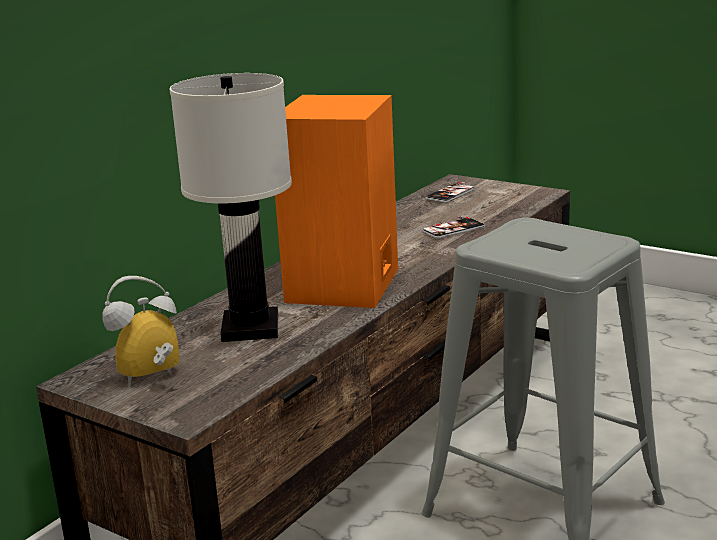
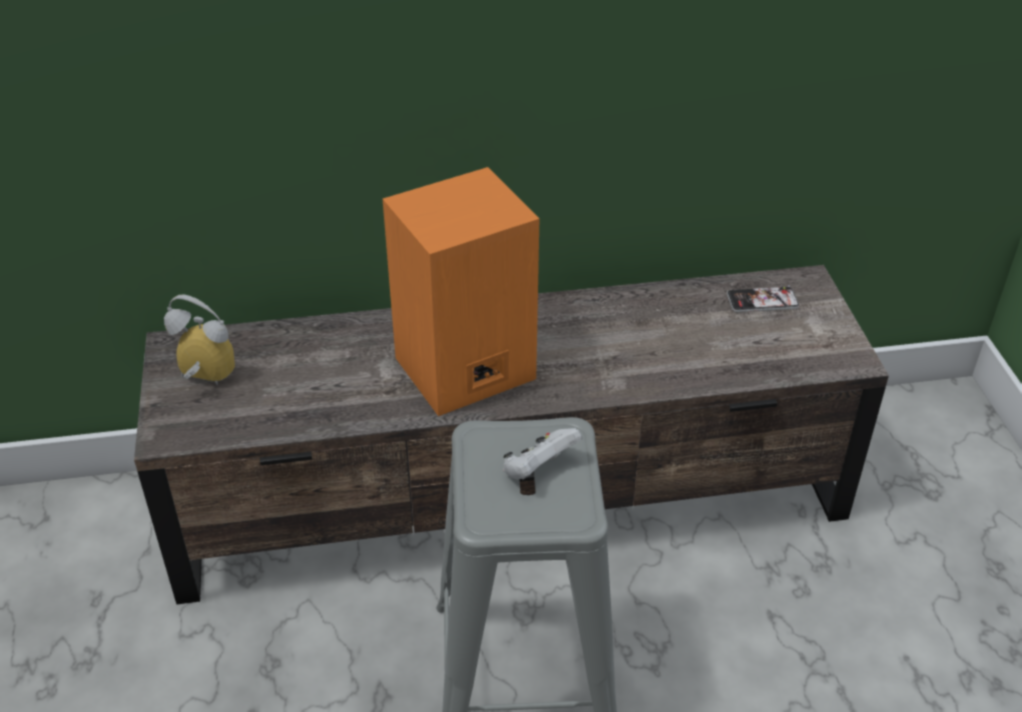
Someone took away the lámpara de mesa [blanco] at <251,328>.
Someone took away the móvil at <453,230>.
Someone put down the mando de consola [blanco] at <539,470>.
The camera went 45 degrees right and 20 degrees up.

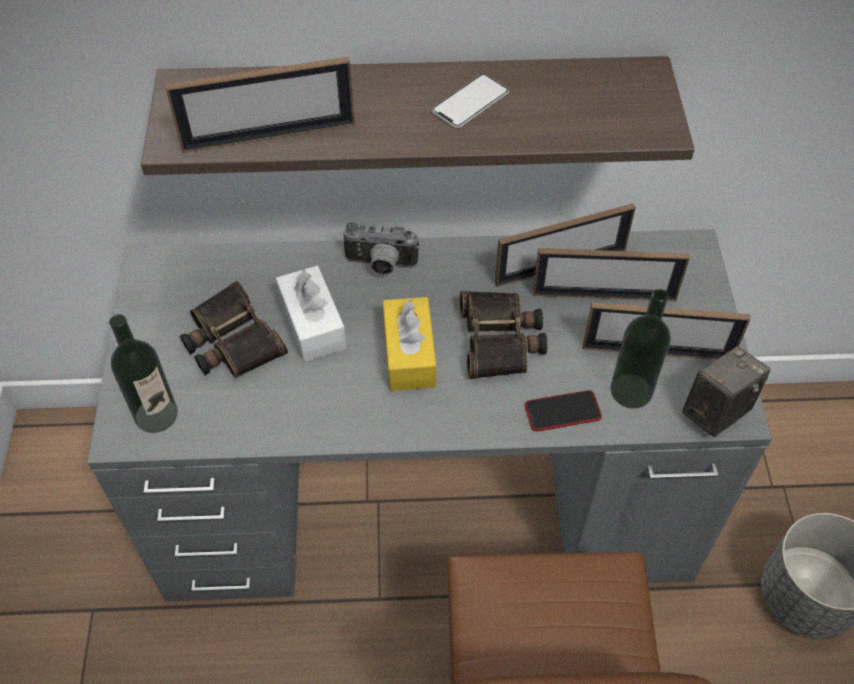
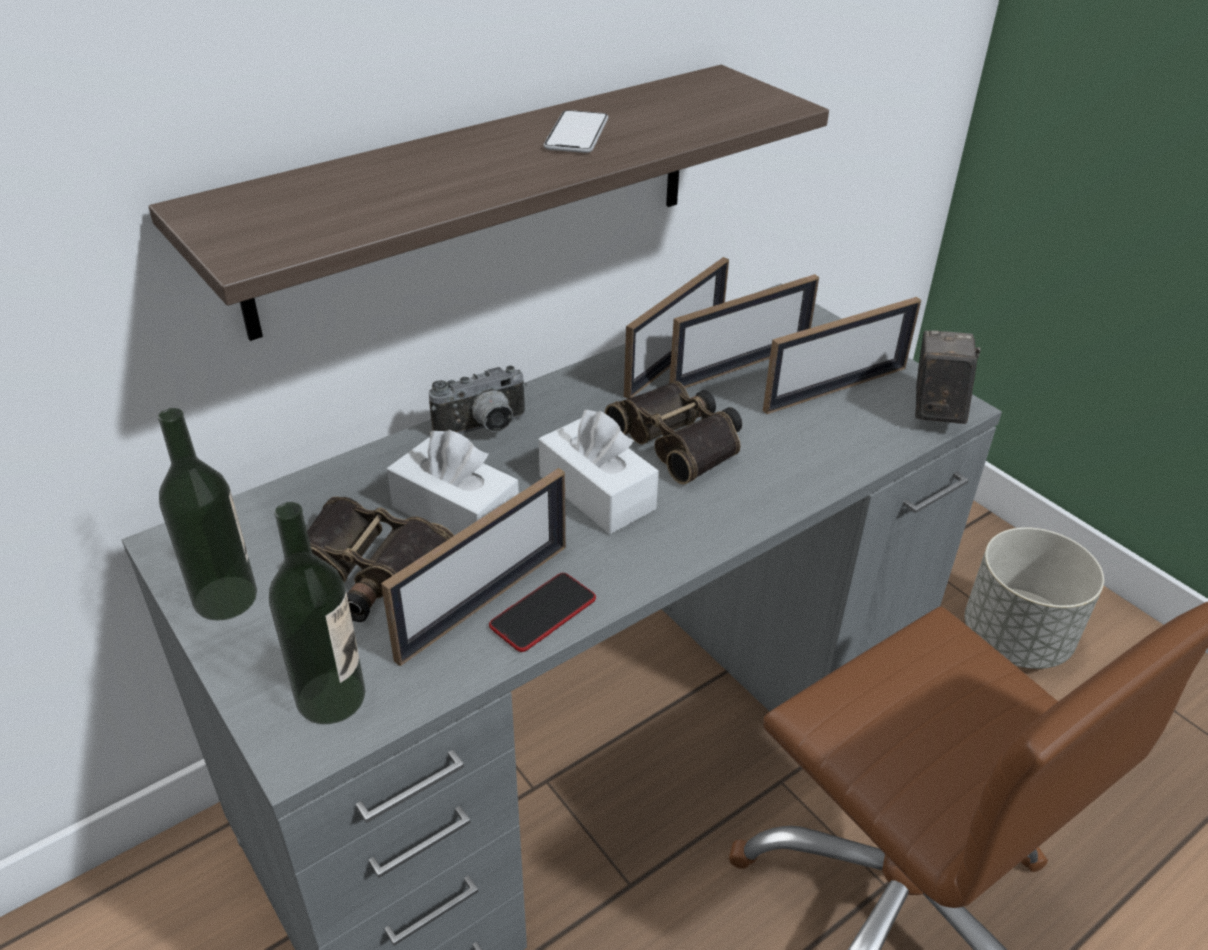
Someone carried the portarretratos from <269,136> to <484,601>.
Someone carried the botella from <631,391> to <225,598>.
Someone repainted the caja de pañuelos [amarillo] at <409,354>, which became the caja de pañuelos [blanco] at <597,492>.
Someone carried the móvil from <562,411> to <543,613>.
The camera went 35 degrees left and 15 degrees down.

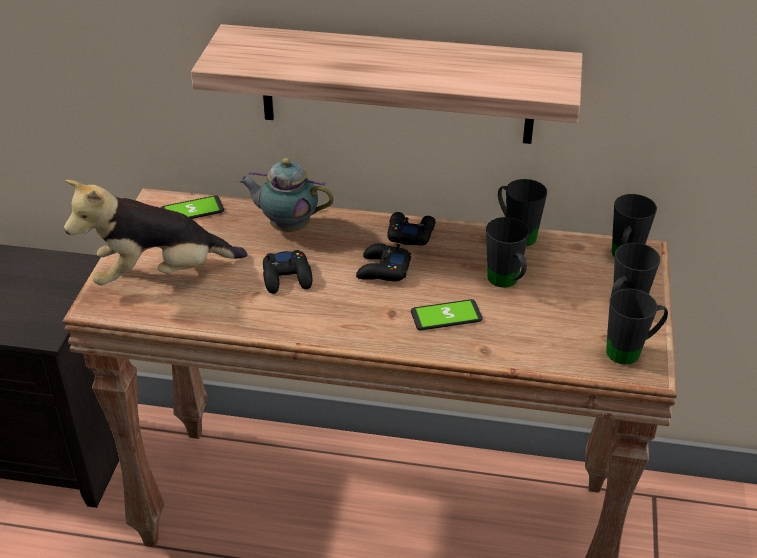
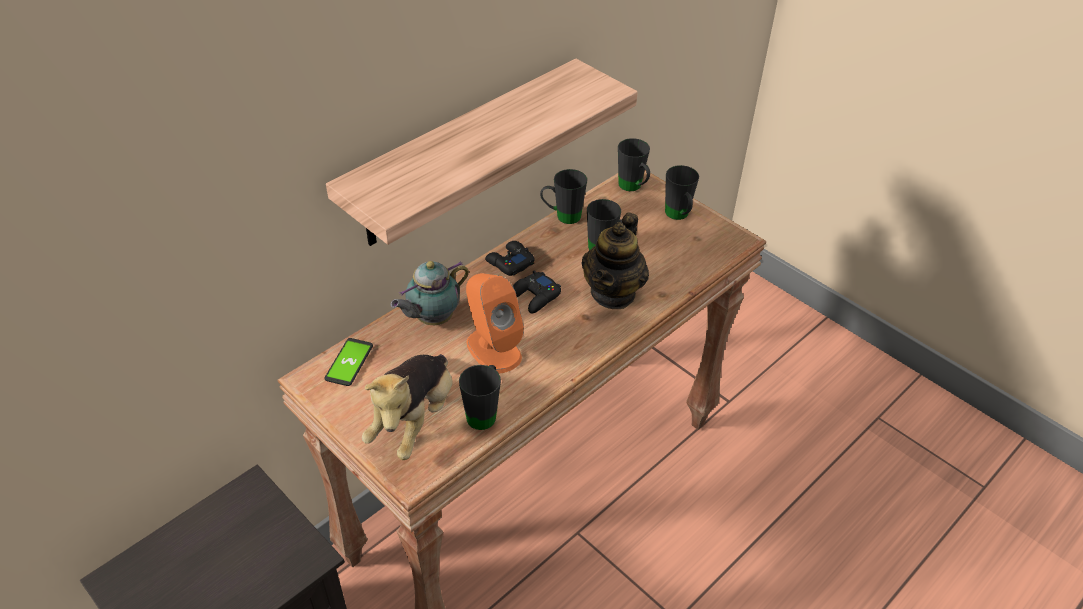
Someone swapped the mando de consola [negro] at <287,277> for the altavoz [naranja] at <493,349>.
Someone carried the taza grande [negro] from <631,351> to <484,412>.
Someone swapped the móvil at <446,316> for the tetera at <613,293>.
The camera went 55 degrees left and 5 degrees up.

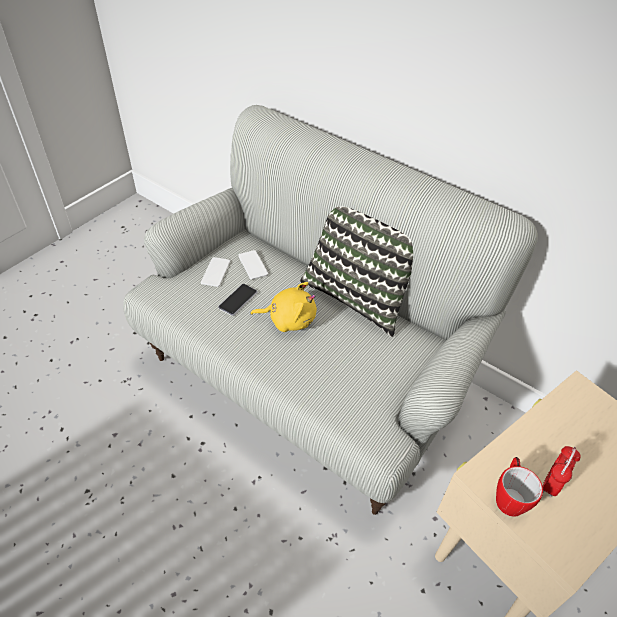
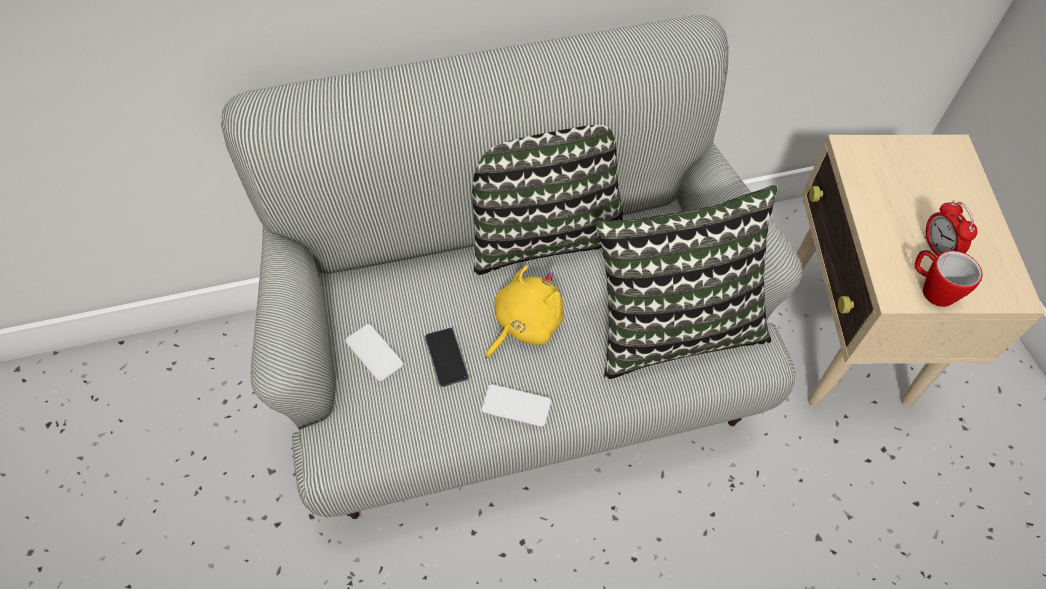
Someone carried the móvil from <253,265> to <516,406>.
Someone put down the cojín at <673,325>.
The camera went 50 degrees left and 10 degrees up.

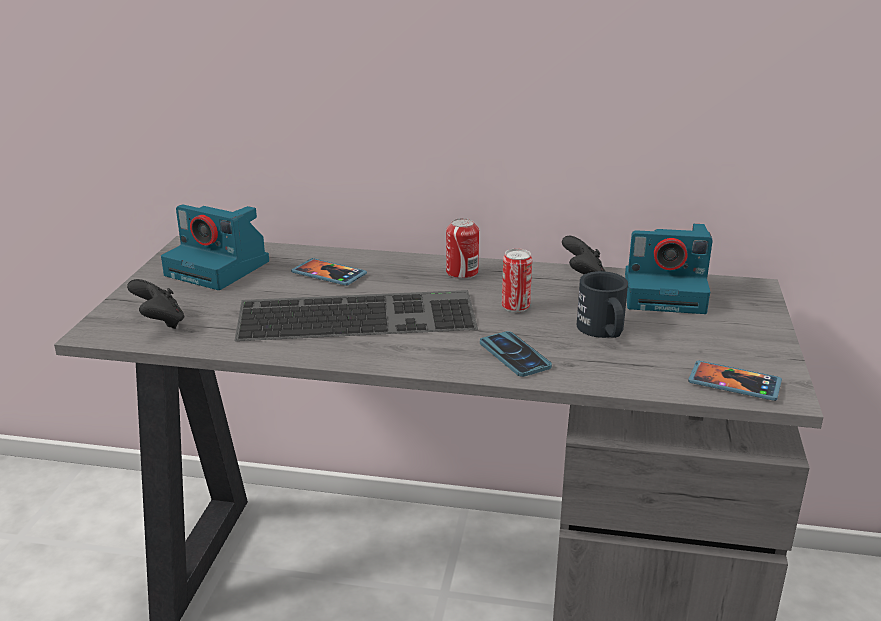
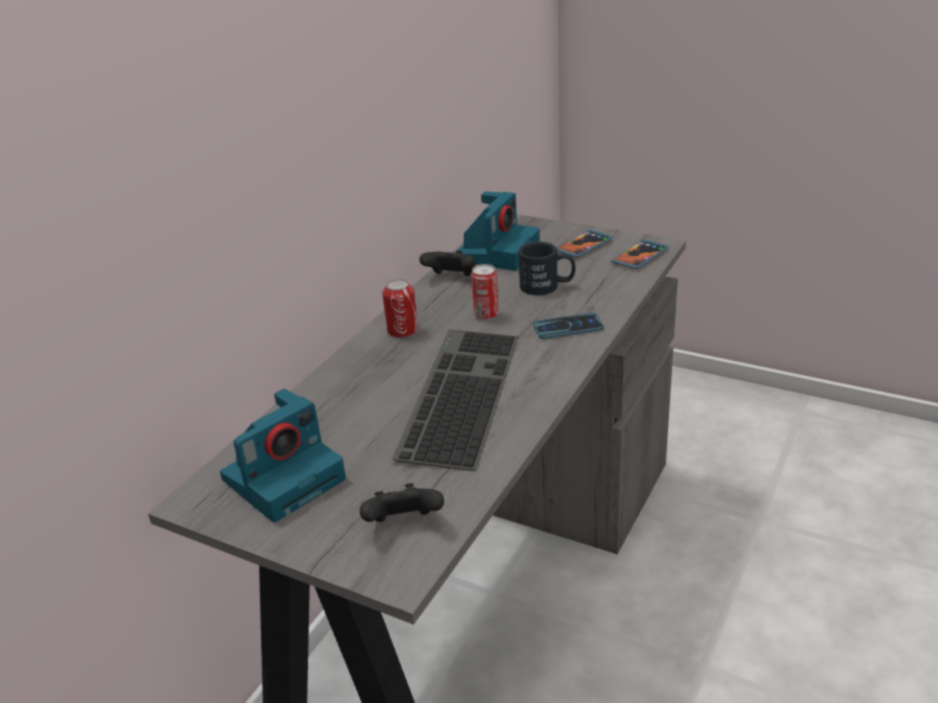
Someone carried the móvil from <329,274> to <583,246>.
The camera went 70 degrees left and 5 degrees up.

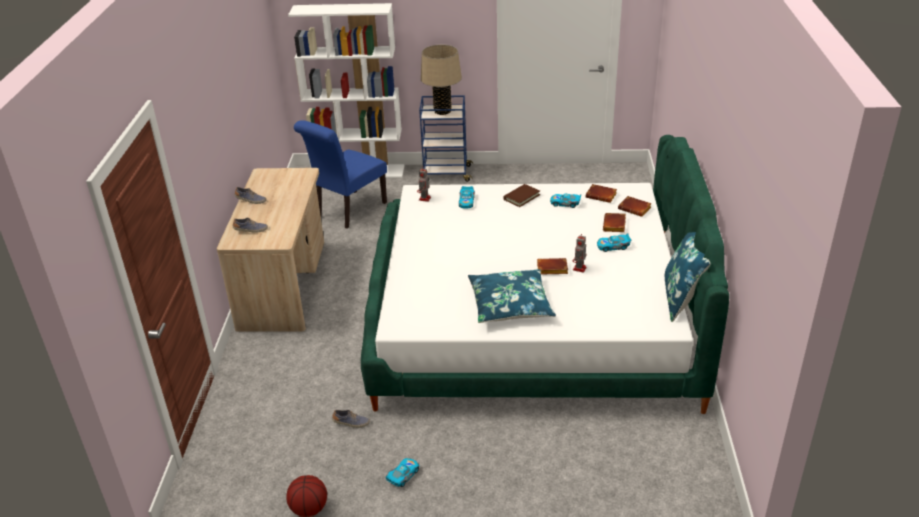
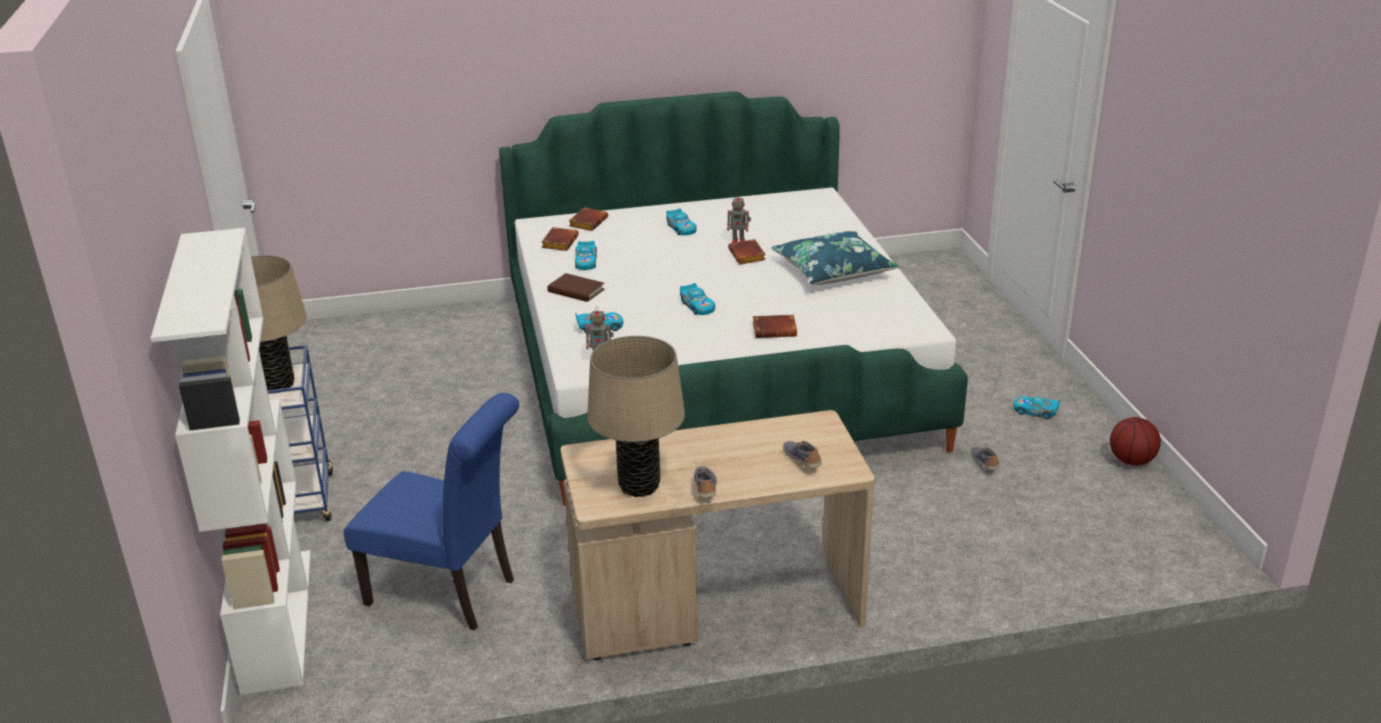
Someone carried the libro [marrón] from <615,226> to <775,330>.
Someone took away the cojín [azul] at <682,298>.
Someone put down the coche de juguete at <697,306>.
Someone put down the lámpara de mesa [beis] at <639,486>.
The camera went 105 degrees left and 5 degrees down.

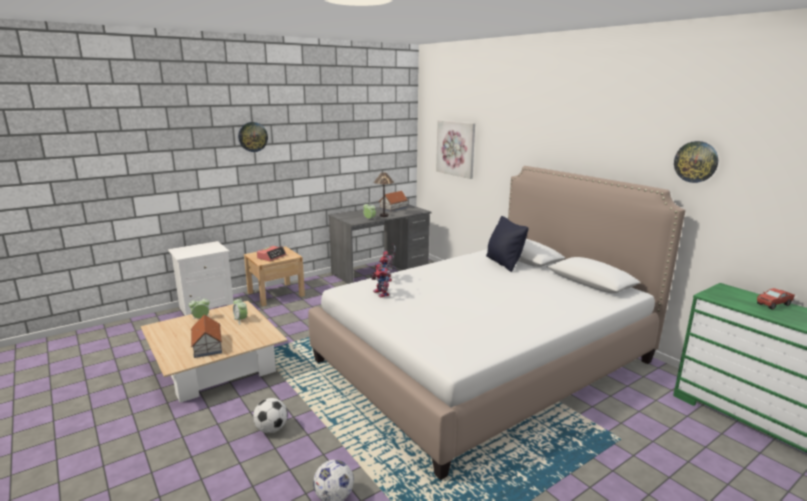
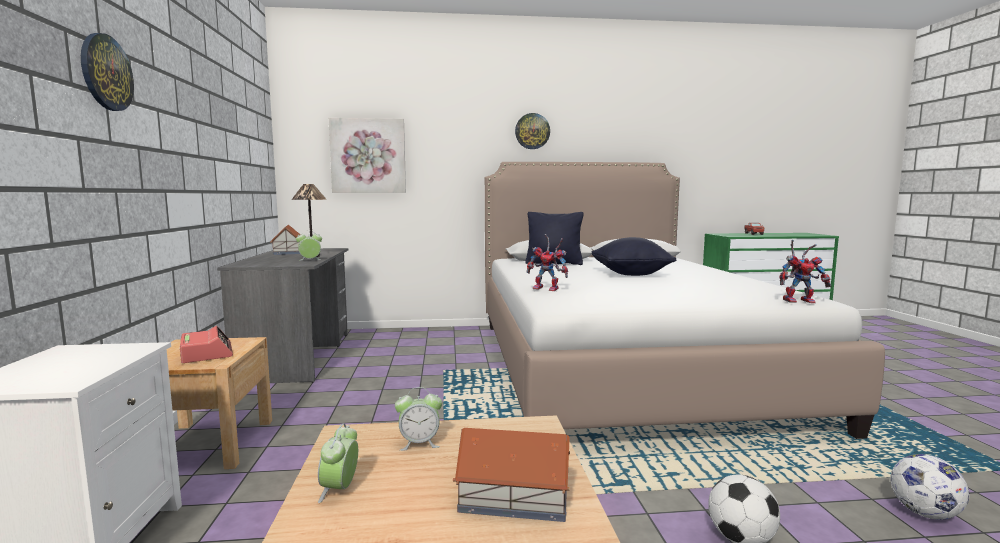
Someone carried the reloj de pared from <696,162> to <532,131>.
Someone carried the robot de juguete from <383,294> to <800,301>.
Someone put down the cojín [negro] at <630,274>.
The camera went 60 degrees left and 10 degrees down.

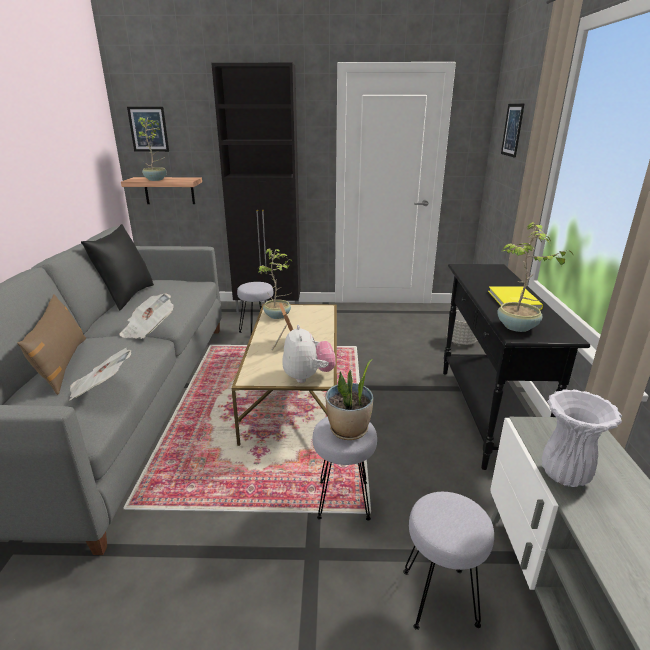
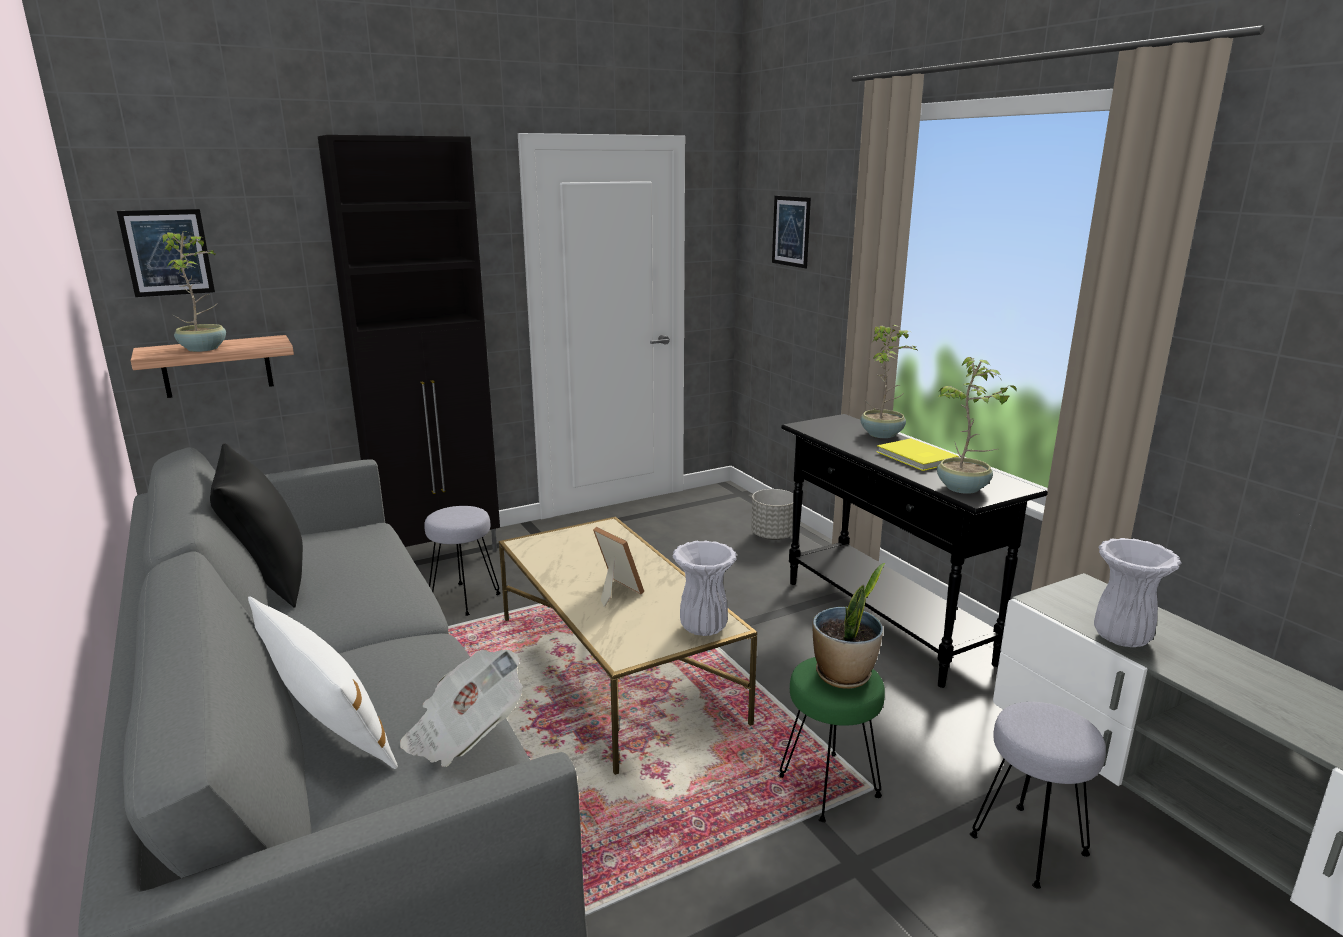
Someone carried the planta en maceta from <278,316> to <883,434>.
Someone took away the periódico at <148,329>.
Someone repainted the cojín [marrón] at <62,364>, which became the cojín [blanco] at <325,723>.
Someone swapped the peluche at <308,377> for the florero [blanco] at <702,628>.
Someone repainted the taburete [gris] at <343,501>, which became the taburete [verde] at <829,788>.
The camera went 30 degrees left and 5 degrees down.

